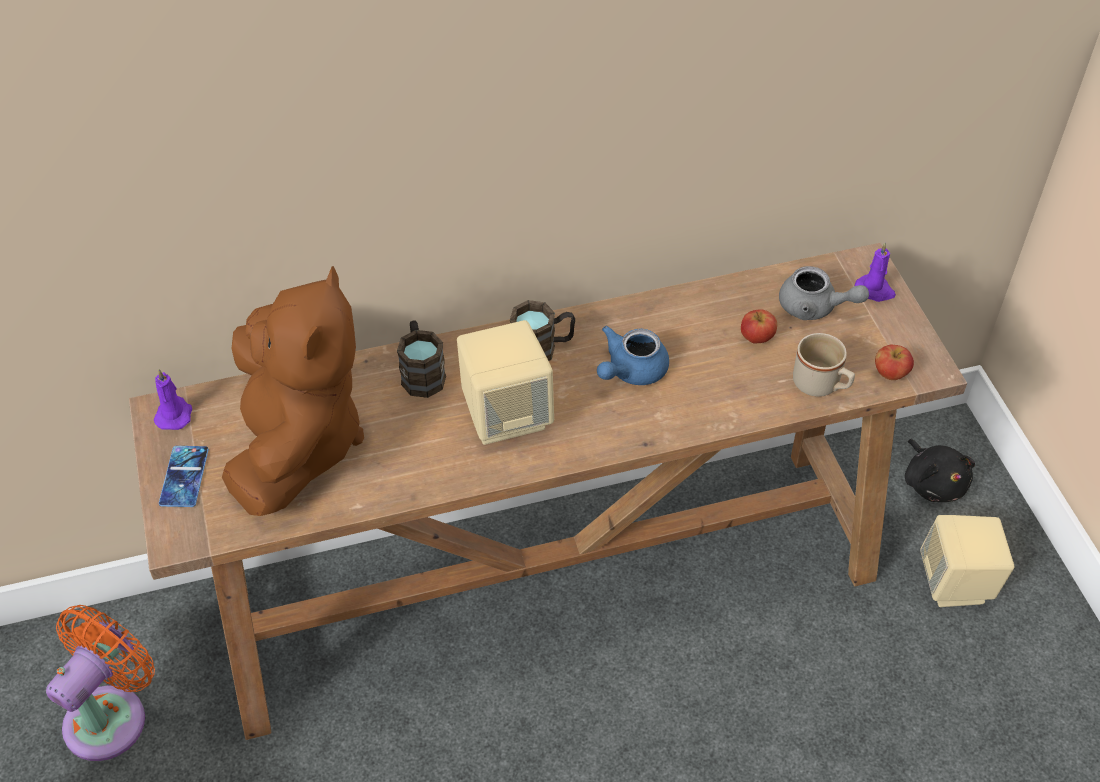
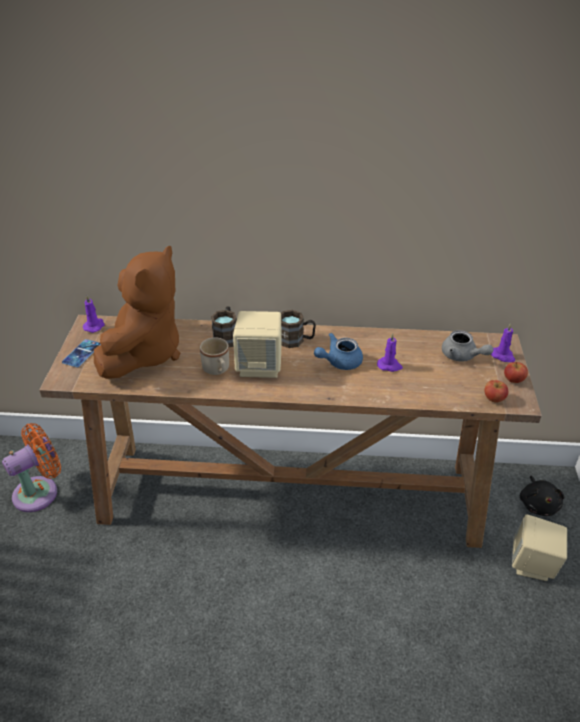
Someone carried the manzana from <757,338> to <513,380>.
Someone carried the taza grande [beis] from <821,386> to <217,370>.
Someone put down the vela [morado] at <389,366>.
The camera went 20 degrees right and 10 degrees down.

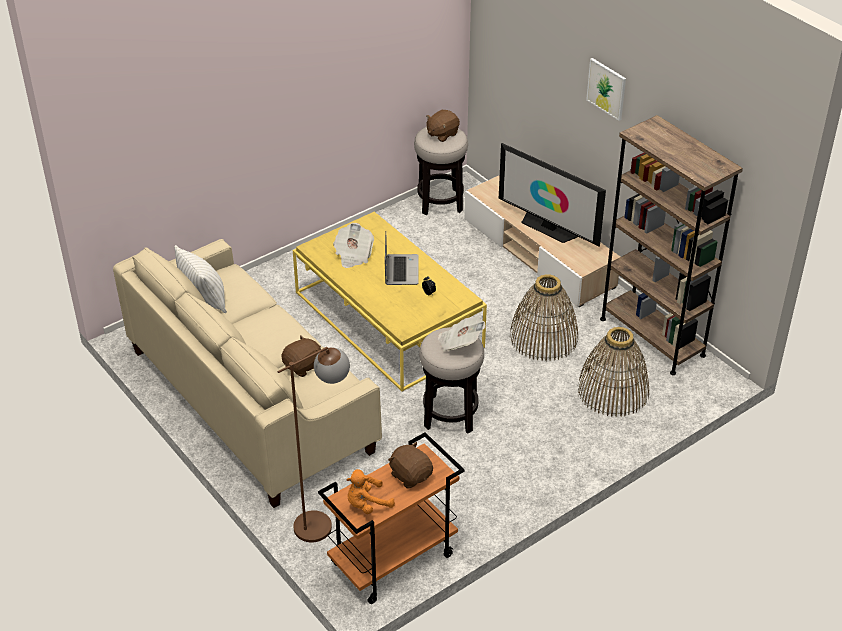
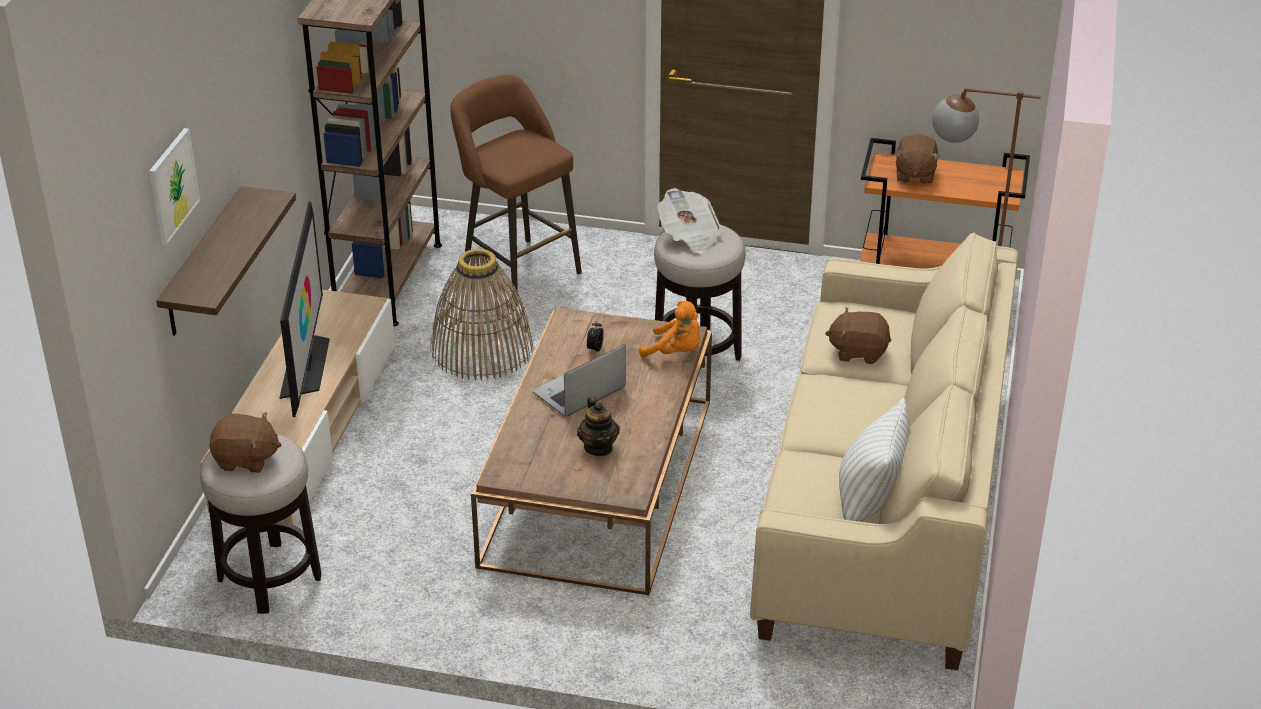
Someone carried the cuadro from <606,88> to <172,185>.
Someone repainted the mesa de centro [amarillo] at <387,319>, which became the mesa de centro [marrón] at <599,482>.
Someone swapped the periódico at <353,255> for the tetera at <598,447>.
Someone swapped the cesta at <613,391> for the taburete [marrón] at <517,269>.
Someone carried the peluche [naranja] from <367,504> to <675,352>.
Someone put up the estante at <203,263>.
The camera went 130 degrees left and 5 degrees down.

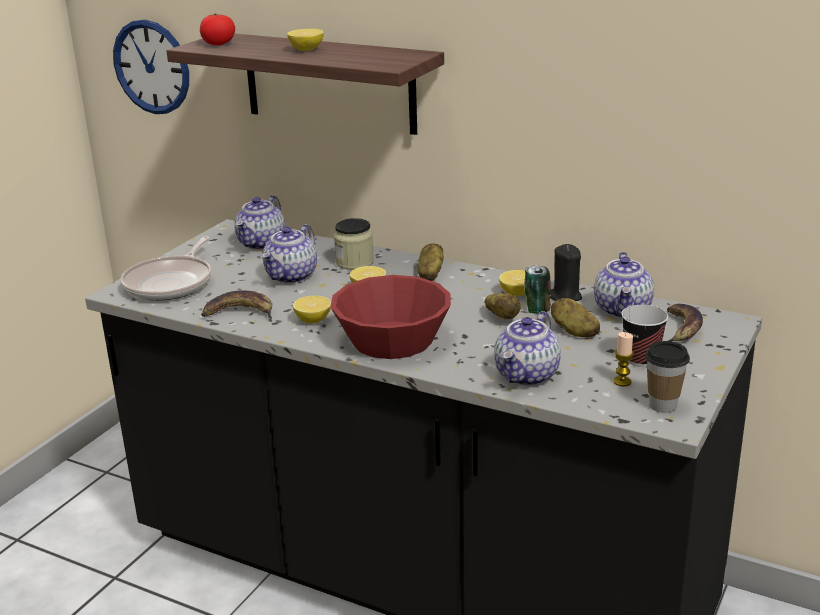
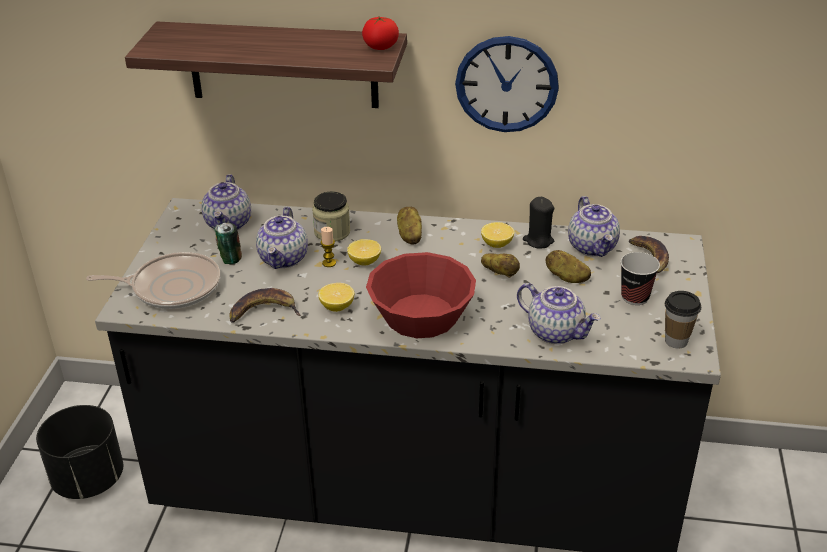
Someone carried the tomate from <219,44> to <381,47>.
Someone carried the reloj de pared from <151,67> to <506,84>.
Someone took away the limón at <306,50>.
Someone rotated the sartén at <171,283> by 90 degrees counterclockwise.
Someone carried the lata from <536,309> to <230,259>.
Someone rotated the tetera at <527,375> by 60 degrees counterclockwise.
Someone carried the vela from <622,381> to <329,263>.
Someone put down the maceta [negro] at <88,479>.
The camera went 20 degrees left and 10 degrees up.

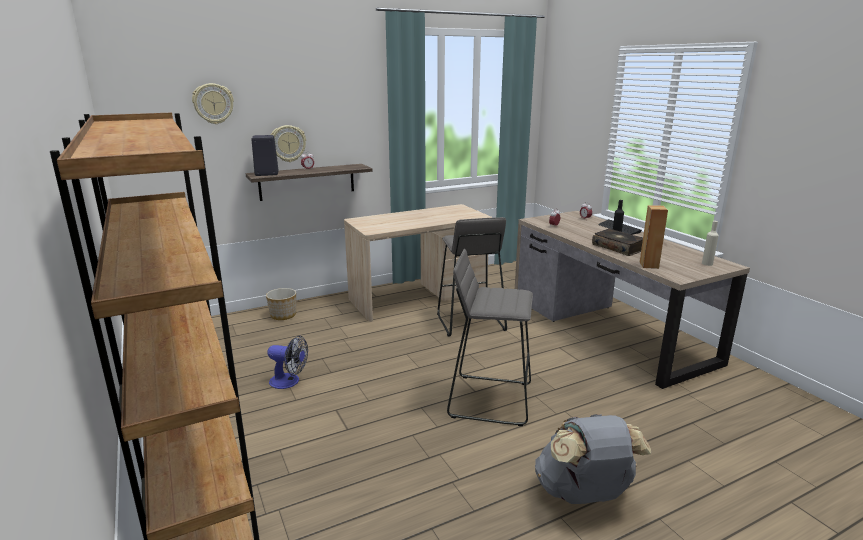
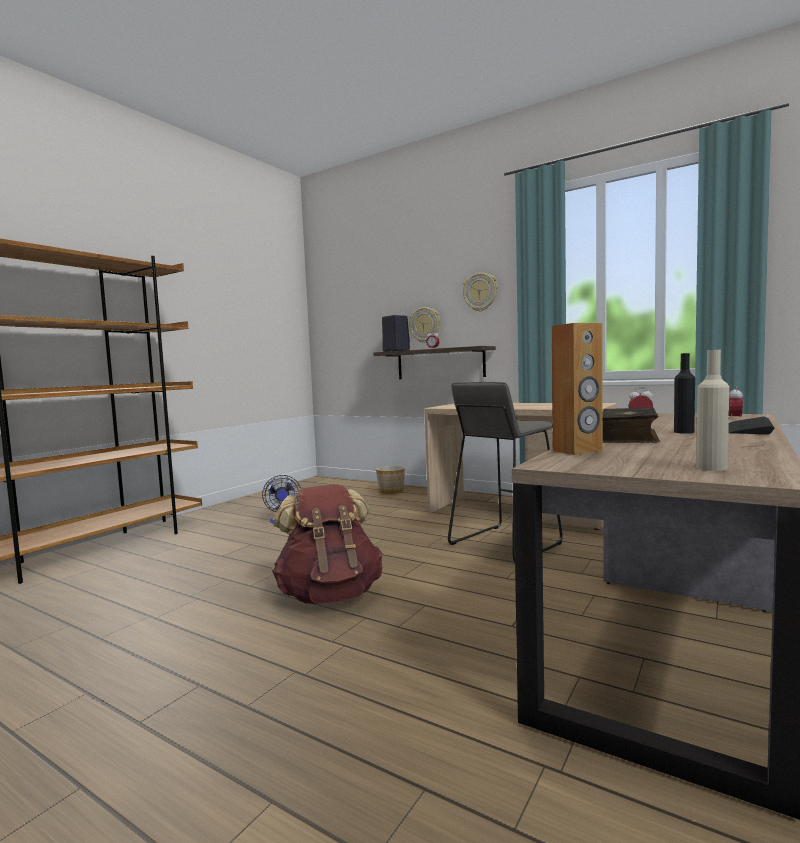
Someone carried the reloj de pared from <213,103> to <480,292>.
Someone swapped the taburete [gris] at <490,399> for the mochila [marrón] at <330,595>.
Someone took away the mochila [gris] at <584,494>.
The camera went 60 degrees right and 15 degrees down.

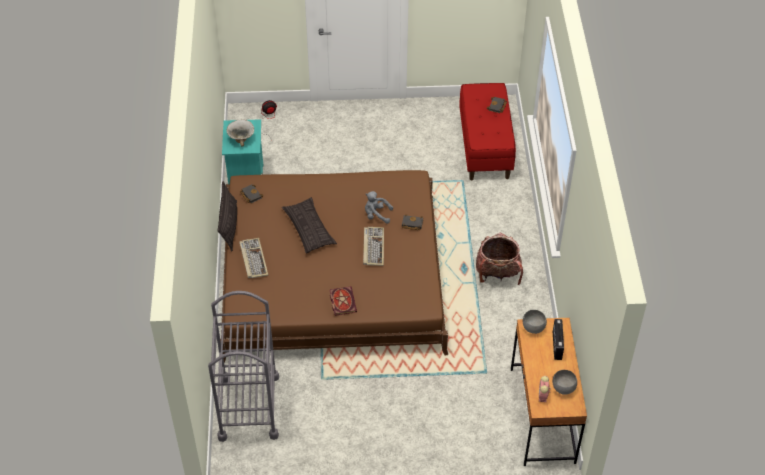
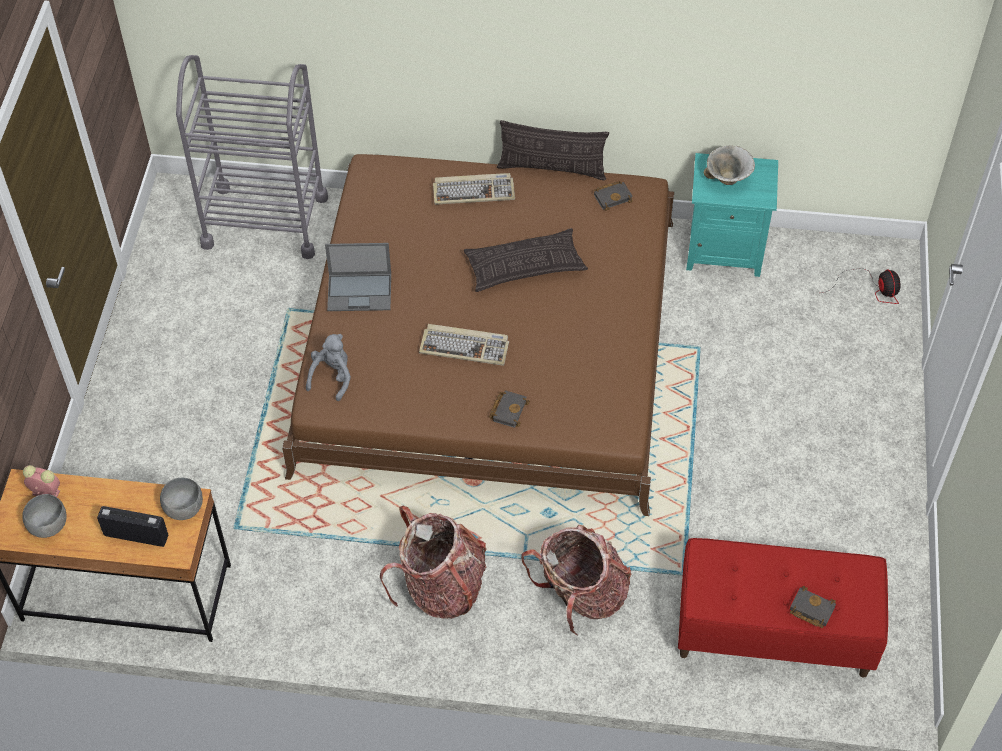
Someone carried the peluche [gris] from <376,215> to <332,377>.
Someone swapped the libro at <342,301> for the portátil at <360,292>.
Someone put down the mochila at <580,595>.
The camera went 100 degrees right and 5 degrees up.

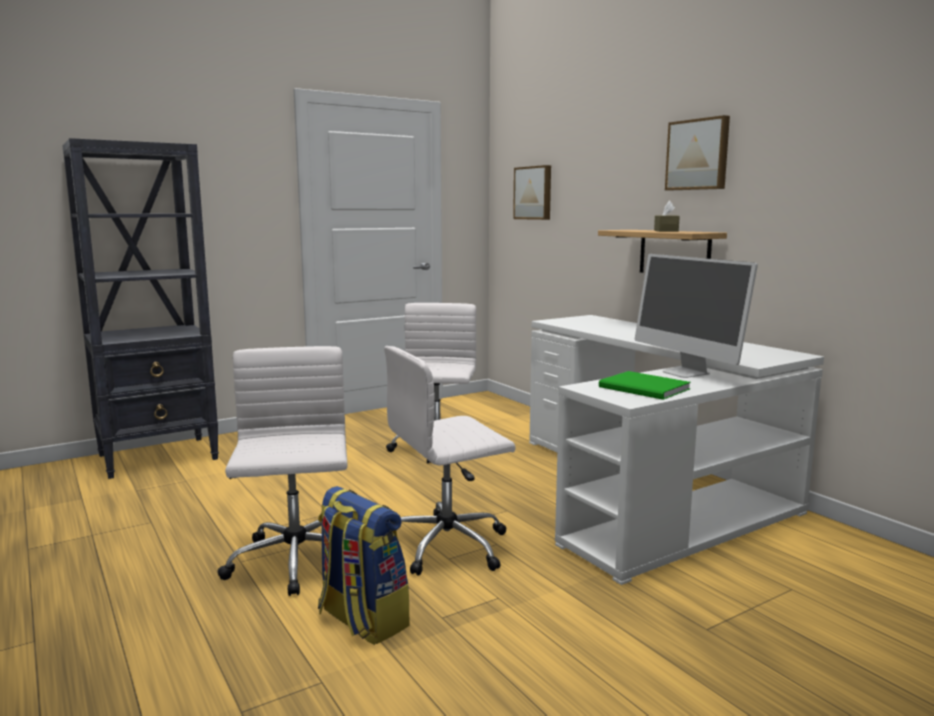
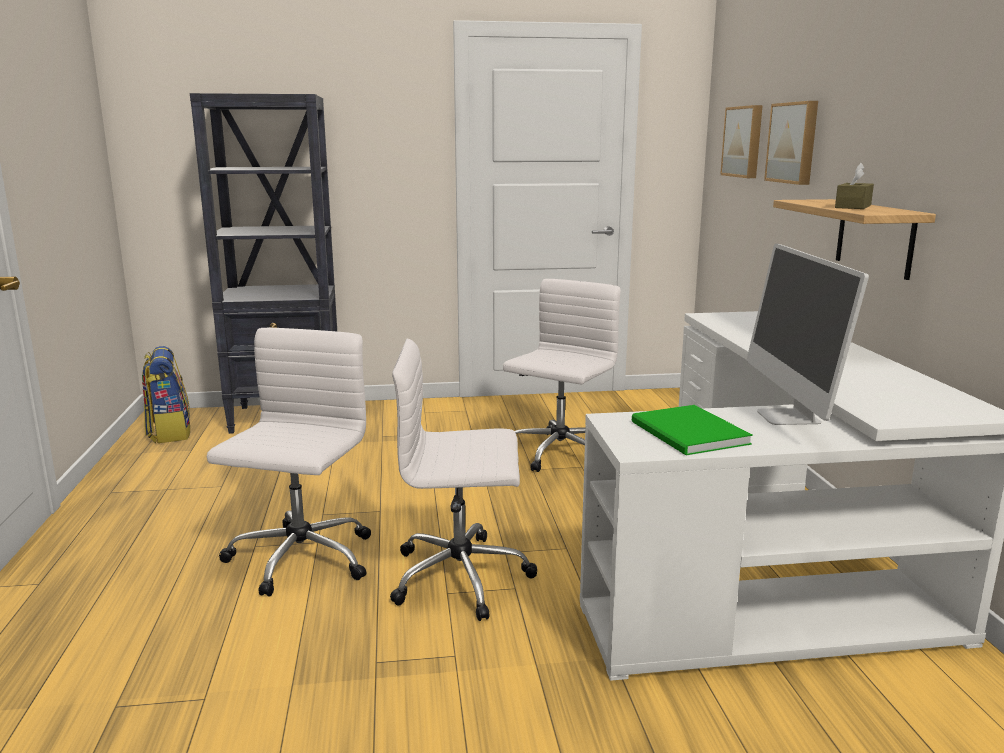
Someone carried the cuadro from <698,155> to <794,143>.
Someone carried the mochila from <361,620> to <169,433>.
The camera went 25 degrees right and 5 degrees up.

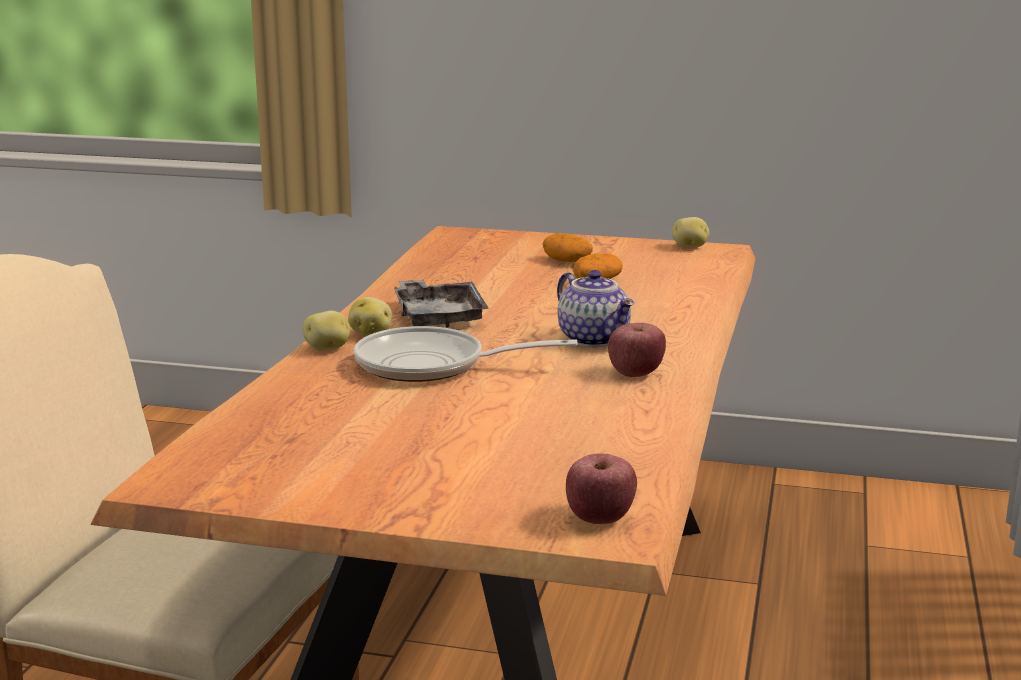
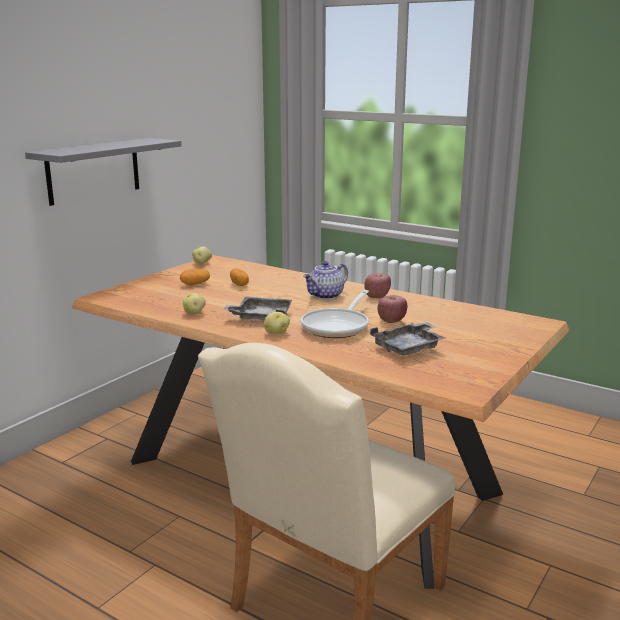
Someone rotated the tetera at <595,339> by 150 degrees clockwise.
Someone carried the patata from <328,348> to <194,313>.
Someone carried the manzana from <600,519> to <391,321>.
Someone put up the estante [gris] at <94,170>.
Someone put down the bandeja [gris] at <409,348>.
The camera went 70 degrees left and 0 degrees up.

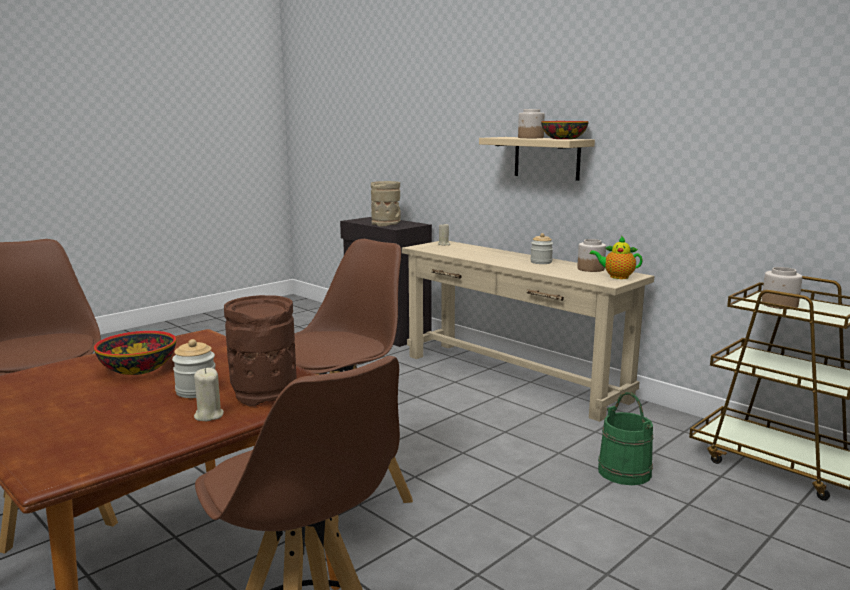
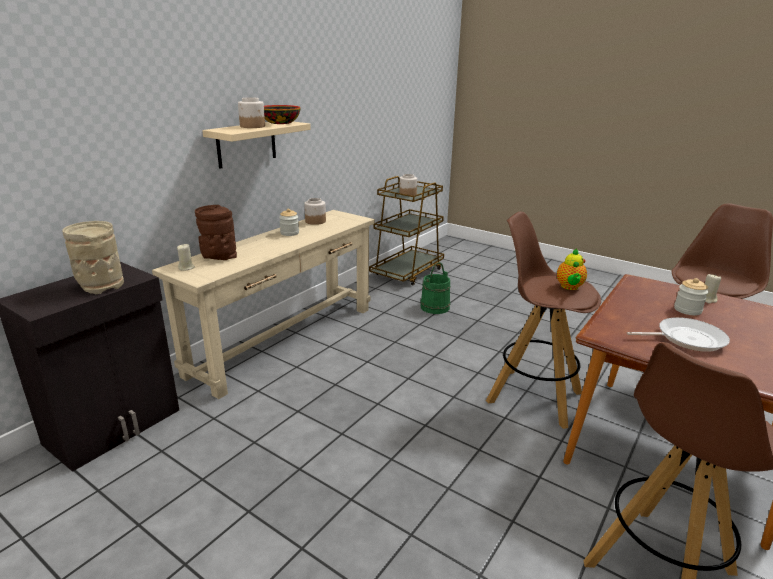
Someone carried the tetera from <616,277> to <569,287>.
Someone carried the florero [marrón] from <264,393> to <218,257>.
Someone swapped the cuenco at <139,368> for the sartén at <686,339>.
The camera went 100 degrees left and 10 degrees up.

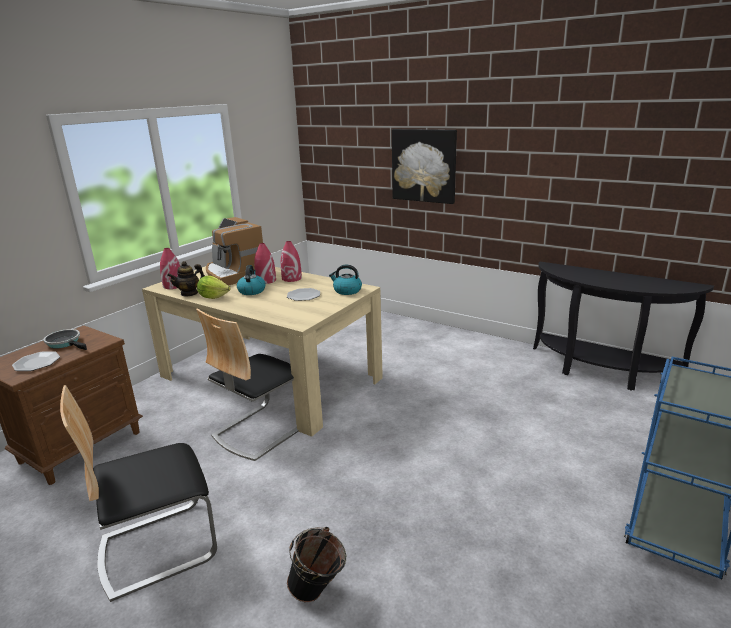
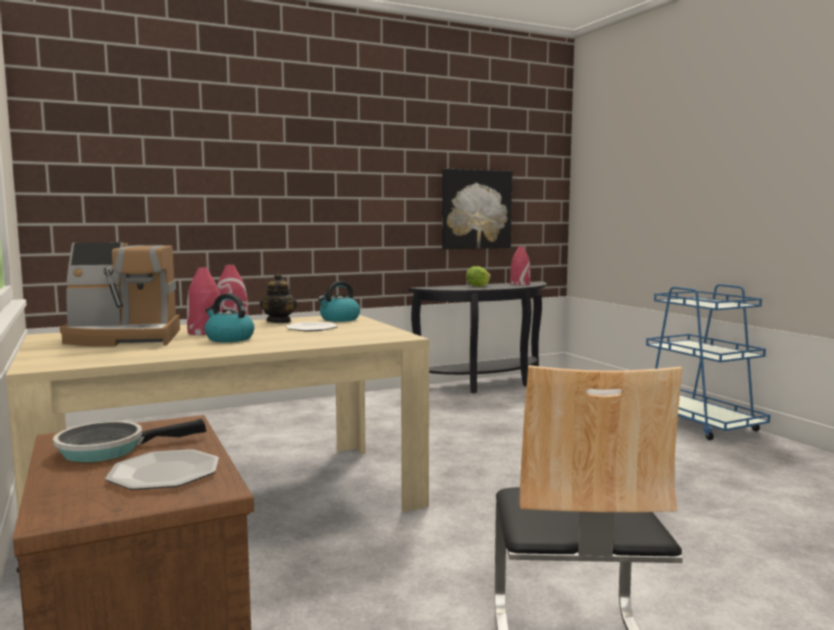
Someone carried the cuadro from <424,165> to <476,209>.
Someone carried the florero [rojo] from <173,285> to <519,284>.
Someone carried the tetera from <189,293> to <279,321>.
Someone carried the lechuga from <213,297> to <477,286>.
Someone took away the silla at <260,429>.
Someone took away the cubo [negro] at <319,591>.
The camera went 60 degrees left and 15 degrees down.

